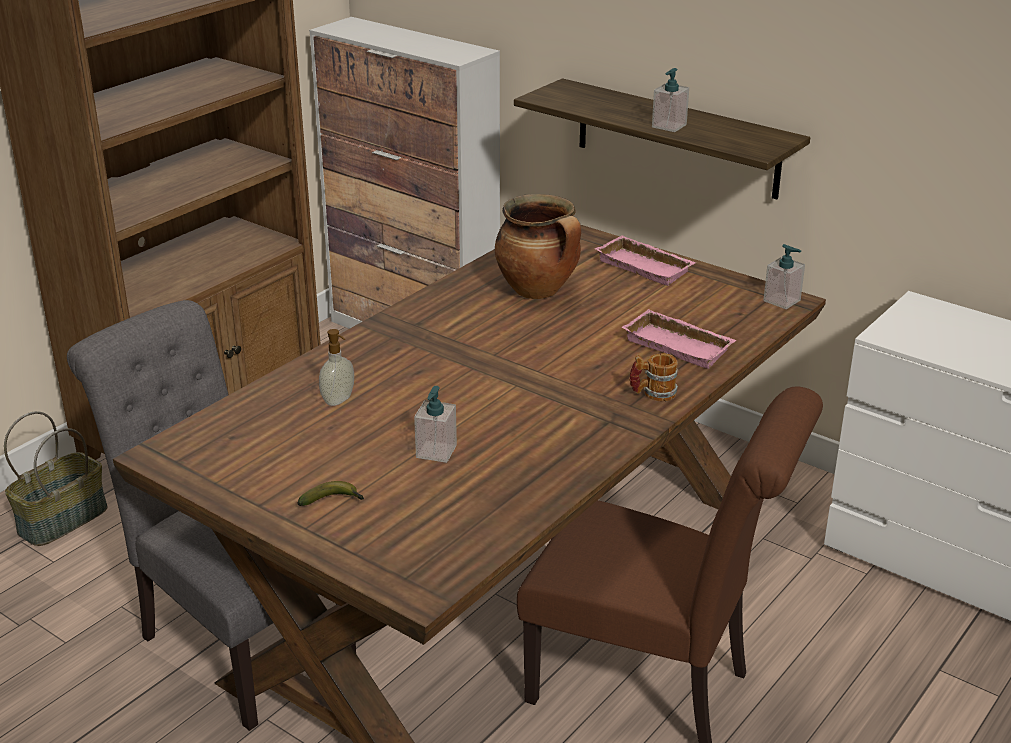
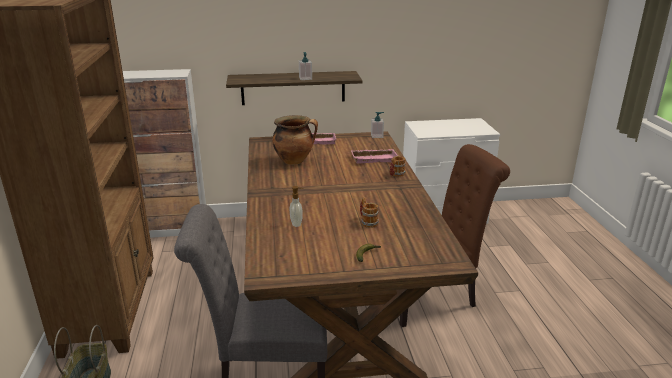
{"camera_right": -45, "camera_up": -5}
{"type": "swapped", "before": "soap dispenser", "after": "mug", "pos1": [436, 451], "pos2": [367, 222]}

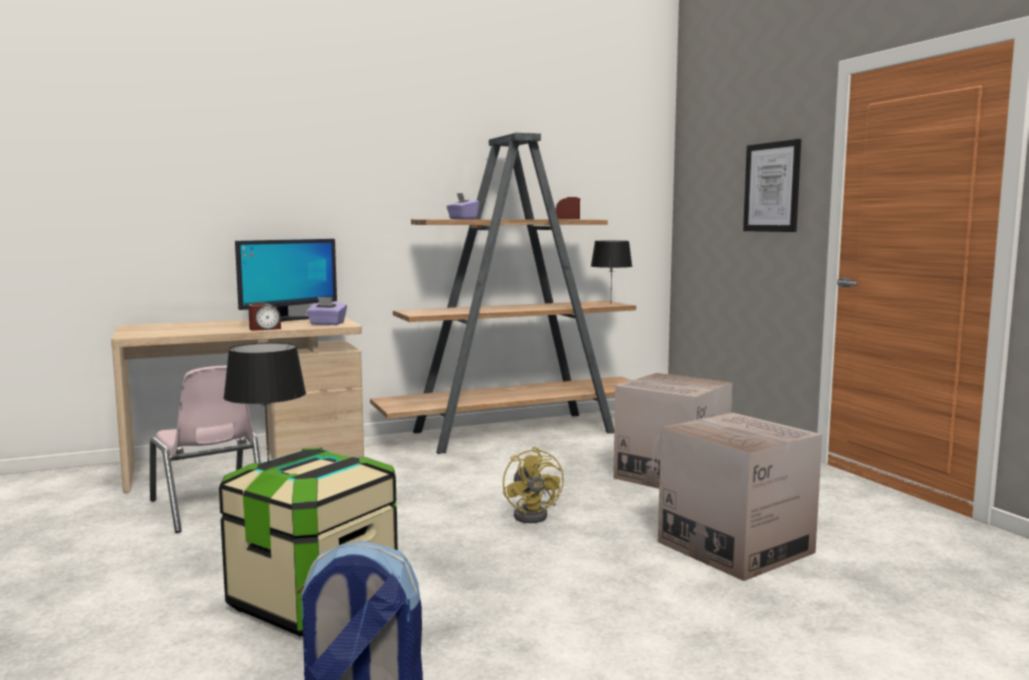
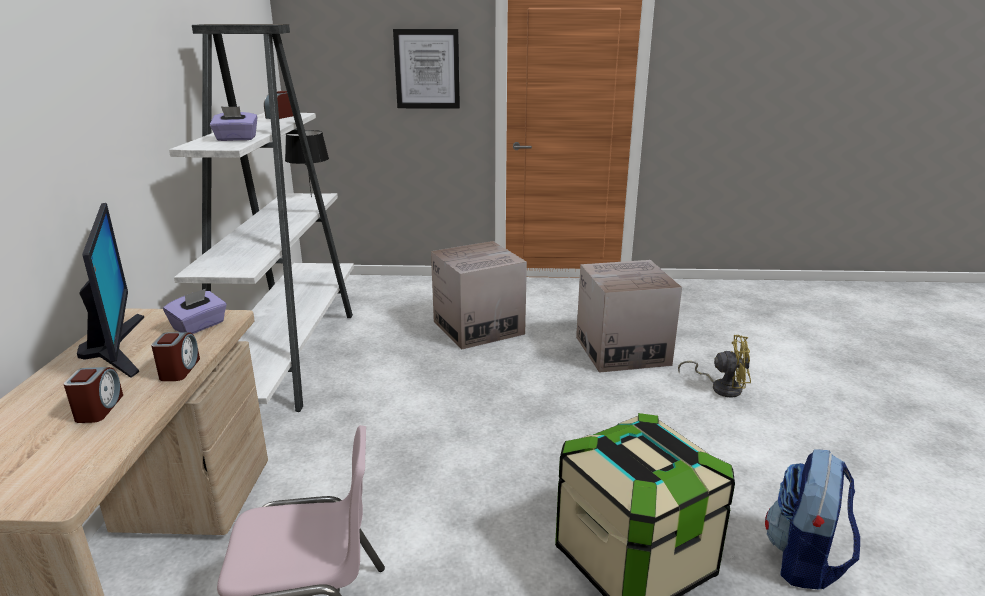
{"camera_right": -65, "camera_up": 15}
{"type": "repainted", "before": "bookcase (brown)", "after": "bookcase (white)", "pos1": [516, 432], "pos2": [287, 354]}
{"type": "gone", "before": "table lamp (black)", "pos1": [267, 464]}
{"type": "shifted", "before": "fan (yellow)", "pos1": [535, 515], "pos2": [721, 387]}
{"type": "new", "after": "alarm clock", "pos2": [99, 409]}

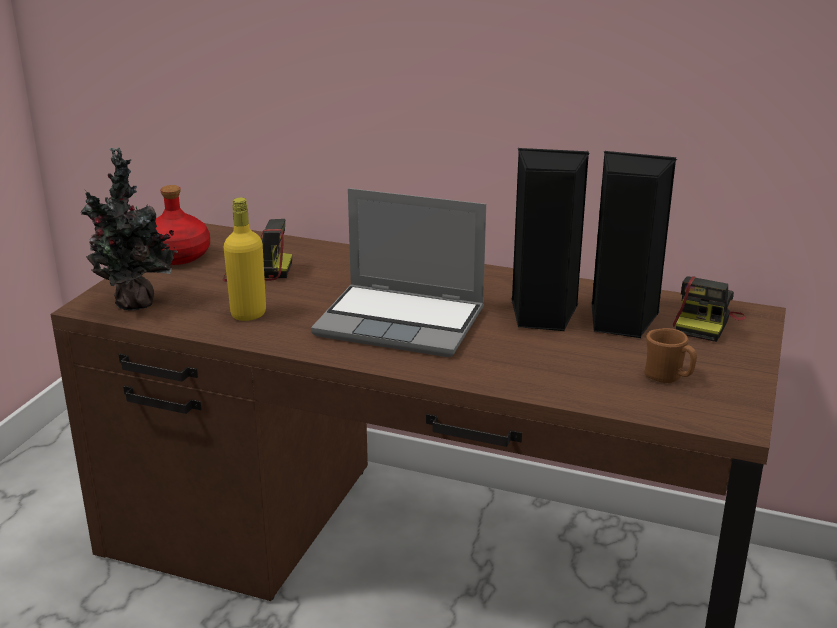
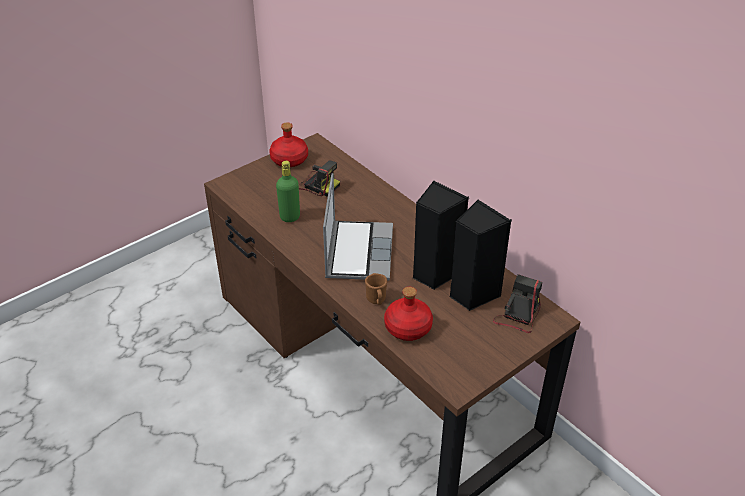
{"camera_right": 30, "camera_up": 15}
{"type": "gone", "before": "potted plant", "pos1": [136, 305]}
{"type": "rotated", "before": "laptop", "pos1": [403, 322], "pos2": [358, 251], "turn": -135}
{"type": "repainted", "before": "bottle (yellow)", "after": "bottle (green)", "pos1": [248, 314], "pos2": [290, 217]}
{"type": "rotated", "before": "photo camera", "pos1": [705, 323], "pos2": [518, 315], "turn": 150}
{"type": "shifted", "before": "mug (brown)", "pos1": [668, 378], "pos2": [376, 300]}
{"type": "new", "after": "bottle (red)", "pos2": [408, 327]}

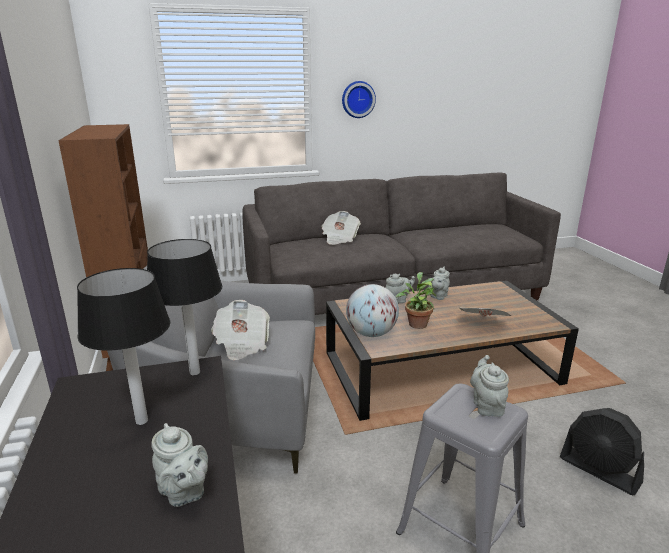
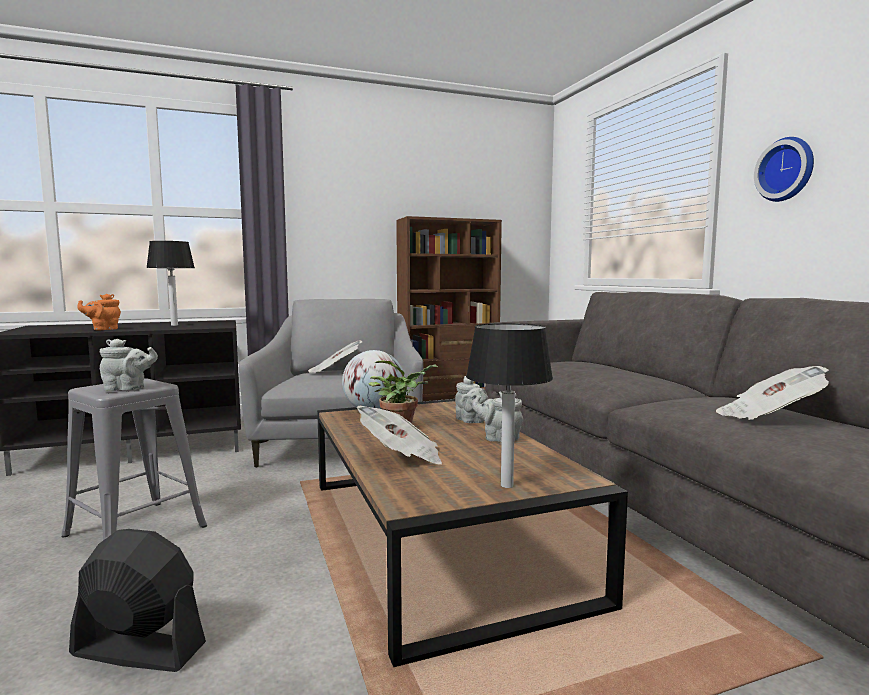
{"camera_right": 85, "camera_up": -15}
{"type": "shifted", "before": "newspaper", "pos1": [339, 238], "pos2": [768, 417]}
{"type": "shifted", "before": "table lamp", "pos1": [195, 372], "pos2": [506, 485]}
{"type": "rotated", "before": "fan (black)", "pos1": [599, 470], "pos2": [138, 649], "turn": 60}
{"type": "repainted", "before": "teapot (grey)", "after": "teapot (orange)", "pos1": [183, 493], "pos2": [103, 329]}

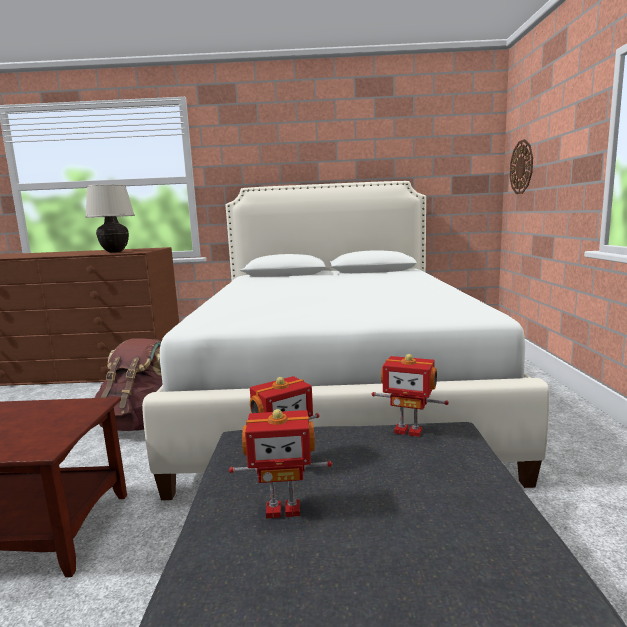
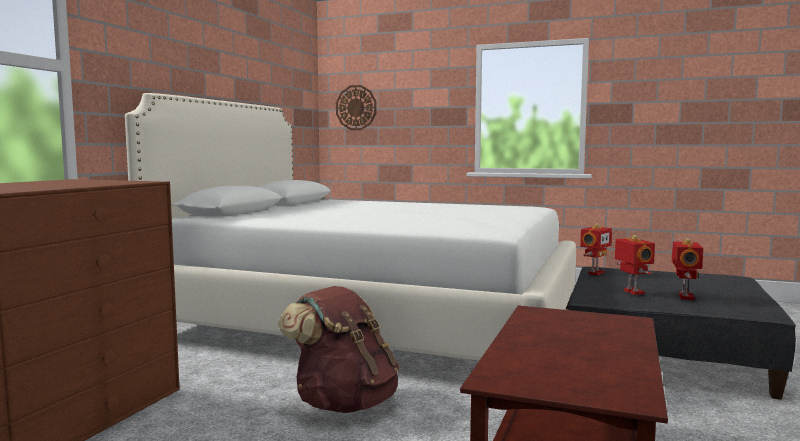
{"camera_right": -70, "camera_up": -5}
{"type": "gone", "before": "table lamp (beige)", "pos1": [115, 252]}

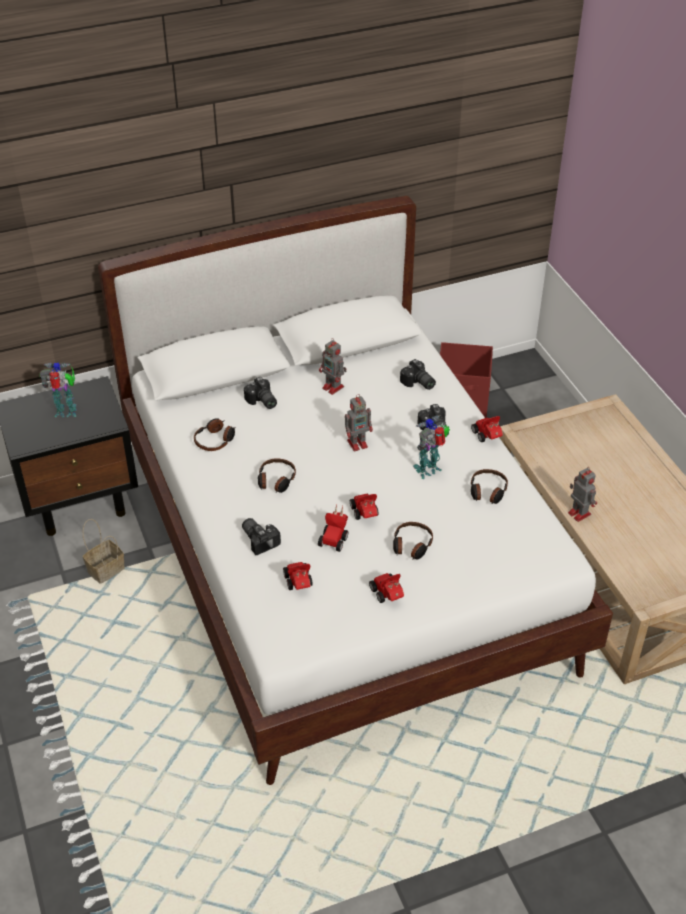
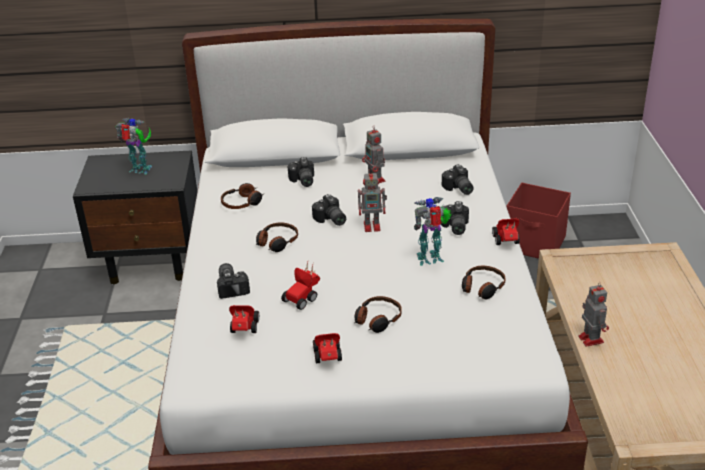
{"camera_right": 20, "camera_up": -10}
{"type": "gone", "before": "toy car", "pos1": [365, 514]}
{"type": "gone", "before": "basket", "pos1": [106, 569]}
{"type": "new", "after": "photo camera", "pos2": [330, 220]}

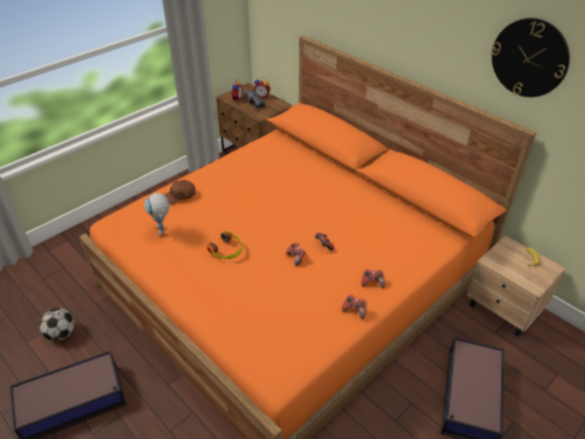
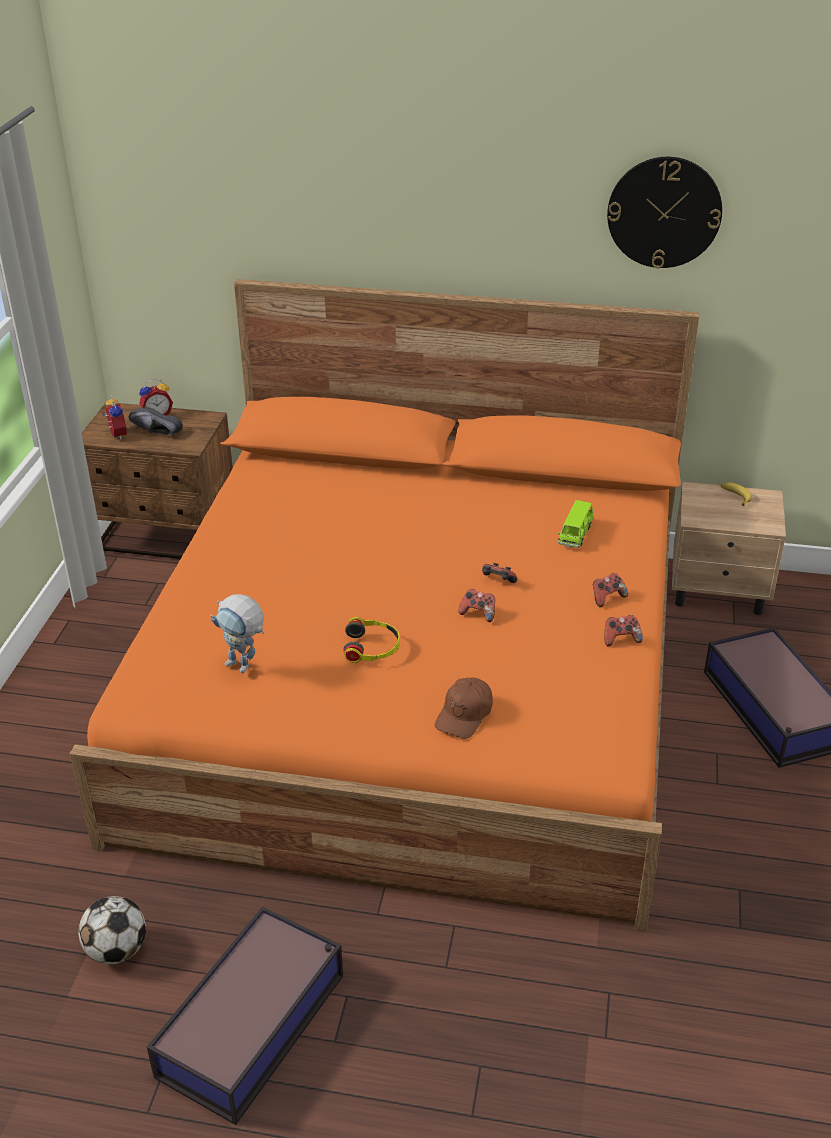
{"camera_right": -35, "camera_up": -5}
{"type": "shifted", "before": "cap (brown)", "pos1": [179, 196], "pos2": [465, 715]}
{"type": "new", "after": "toy car (green)", "pos2": [575, 535]}

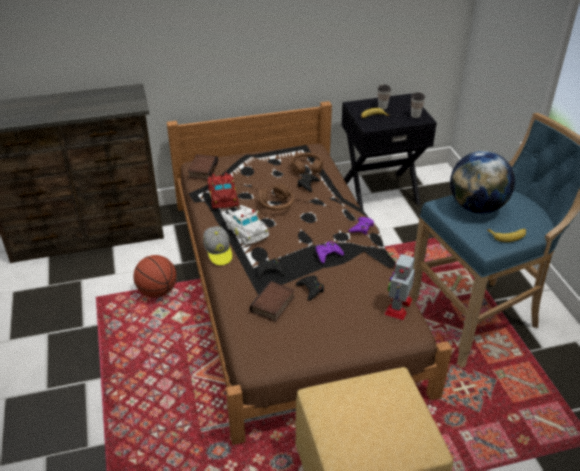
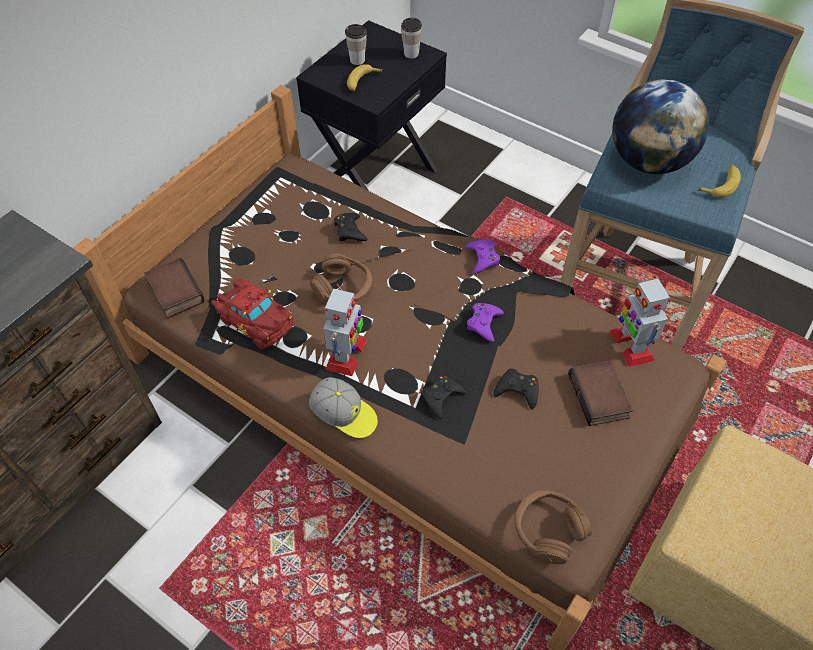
{"camera_right": -40, "camera_up": 15}
{"type": "shifted", "before": "headphones (brown)", "pos1": [306, 168], "pos2": [548, 529]}
{"type": "swapped", "before": "toy car (white)", "after": "toy robot", "pos1": [246, 230], "pos2": [346, 354]}
{"type": "gone", "before": "basketball", "pos1": [157, 291]}
{"type": "shifted", "before": "book", "pos1": [273, 305], "pos2": [600, 397]}

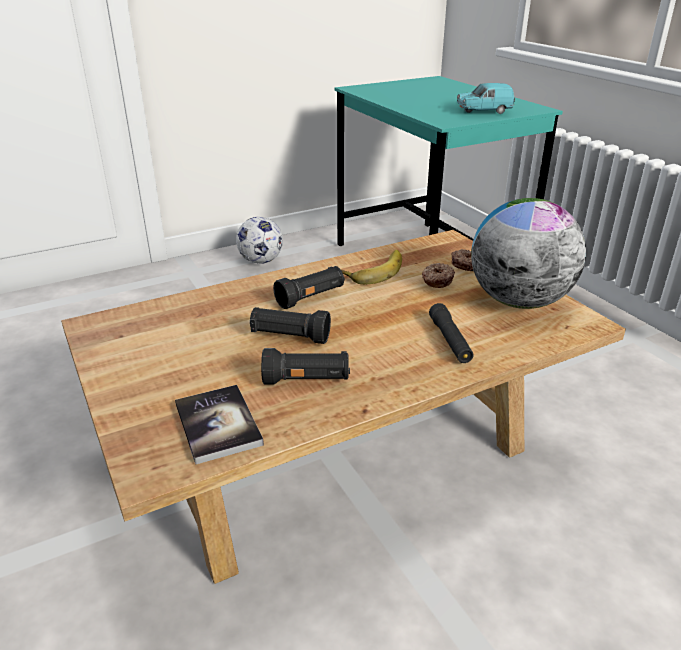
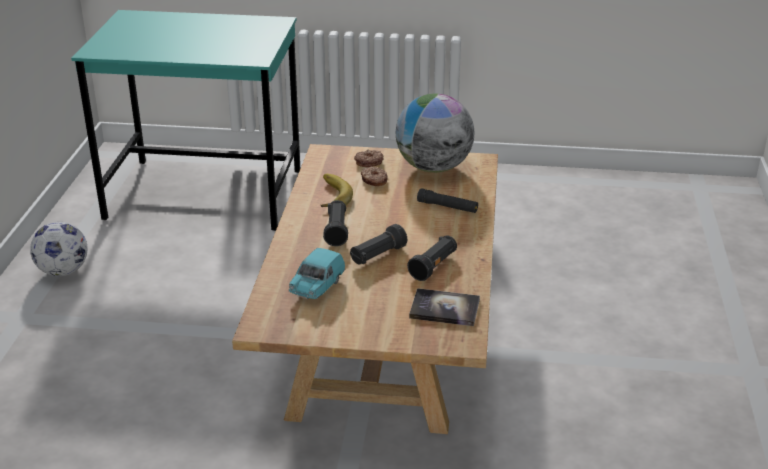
{"camera_right": -55, "camera_up": 0}
{"type": "shifted", "before": "toy car (turquoise)", "pos1": [483, 111], "pos2": [317, 287]}

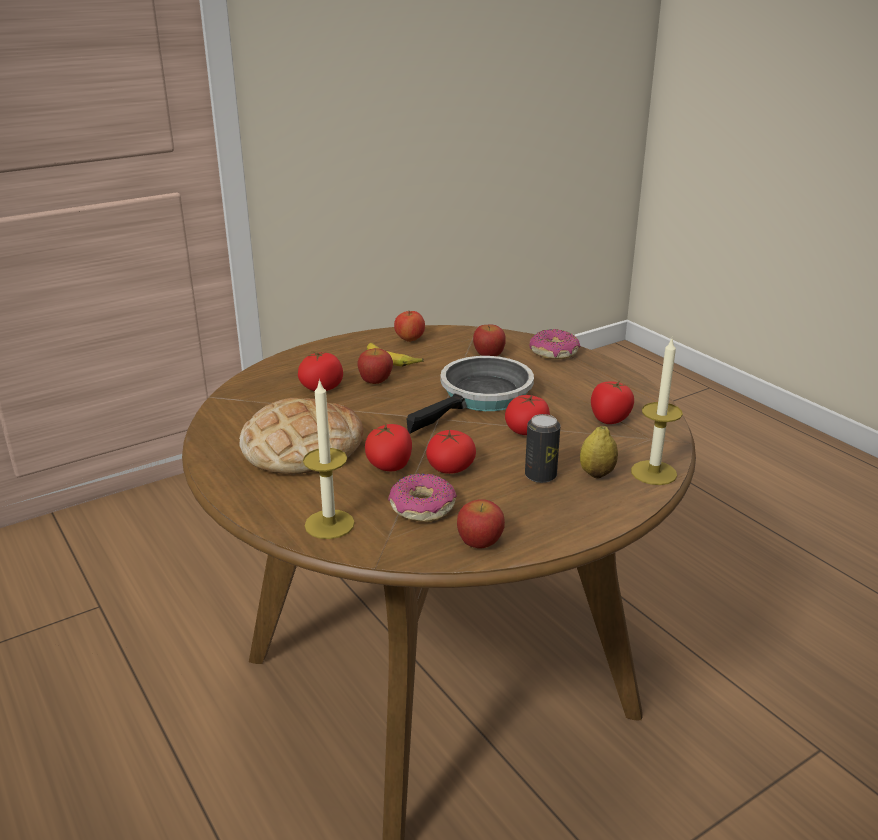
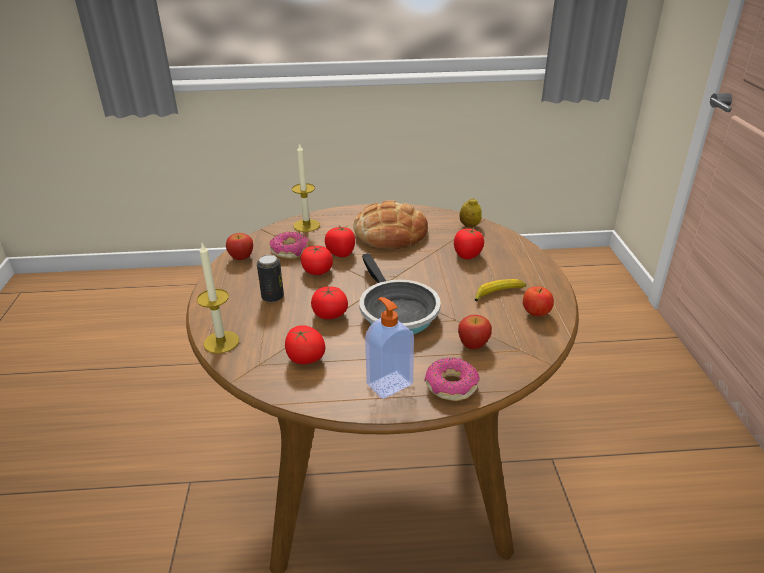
{"camera_right": 120, "camera_up": 5}
{"type": "gone", "before": "apple", "pos1": [375, 381]}
{"type": "shifted", "before": "lemon", "pos1": [597, 474], "pos2": [469, 225]}
{"type": "new", "after": "soap dispenser", "pos2": [388, 383]}

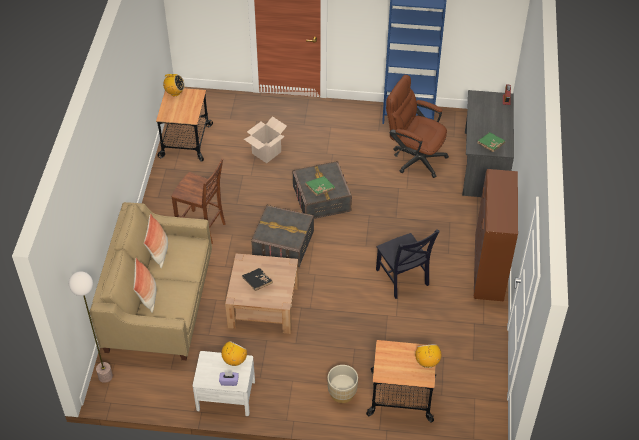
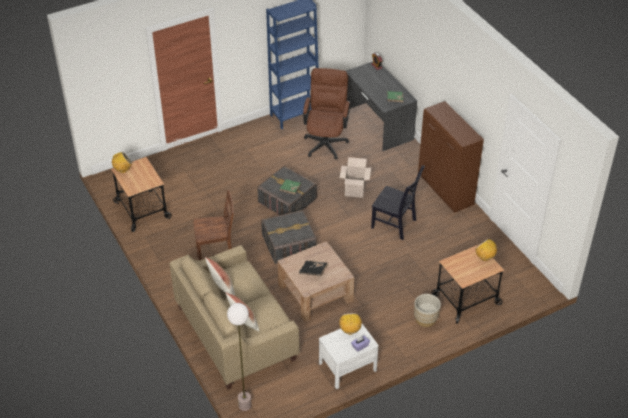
{"camera_right": -35, "camera_up": -5}
{"type": "rotated", "before": "office chair (brown)", "pos1": [414, 157], "pos2": [326, 141], "turn": 105}
{"type": "shifted", "before": "cardboard box", "pos1": [266, 153], "pos2": [354, 190]}

